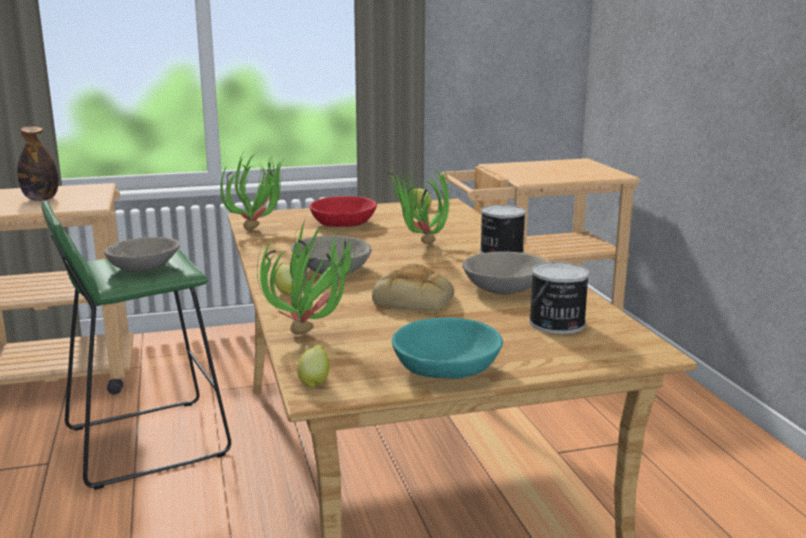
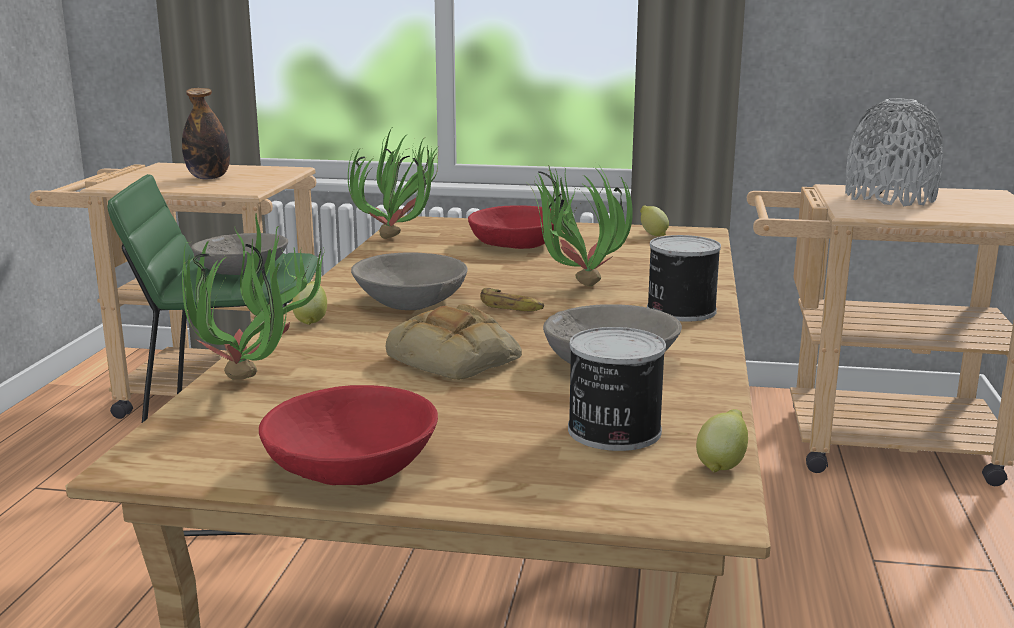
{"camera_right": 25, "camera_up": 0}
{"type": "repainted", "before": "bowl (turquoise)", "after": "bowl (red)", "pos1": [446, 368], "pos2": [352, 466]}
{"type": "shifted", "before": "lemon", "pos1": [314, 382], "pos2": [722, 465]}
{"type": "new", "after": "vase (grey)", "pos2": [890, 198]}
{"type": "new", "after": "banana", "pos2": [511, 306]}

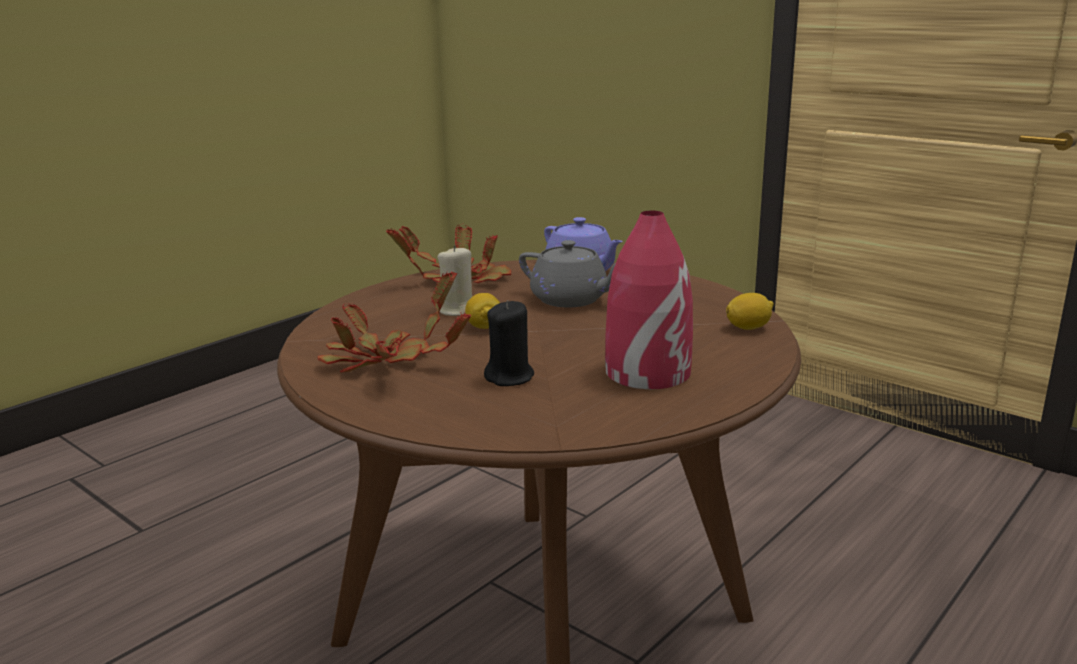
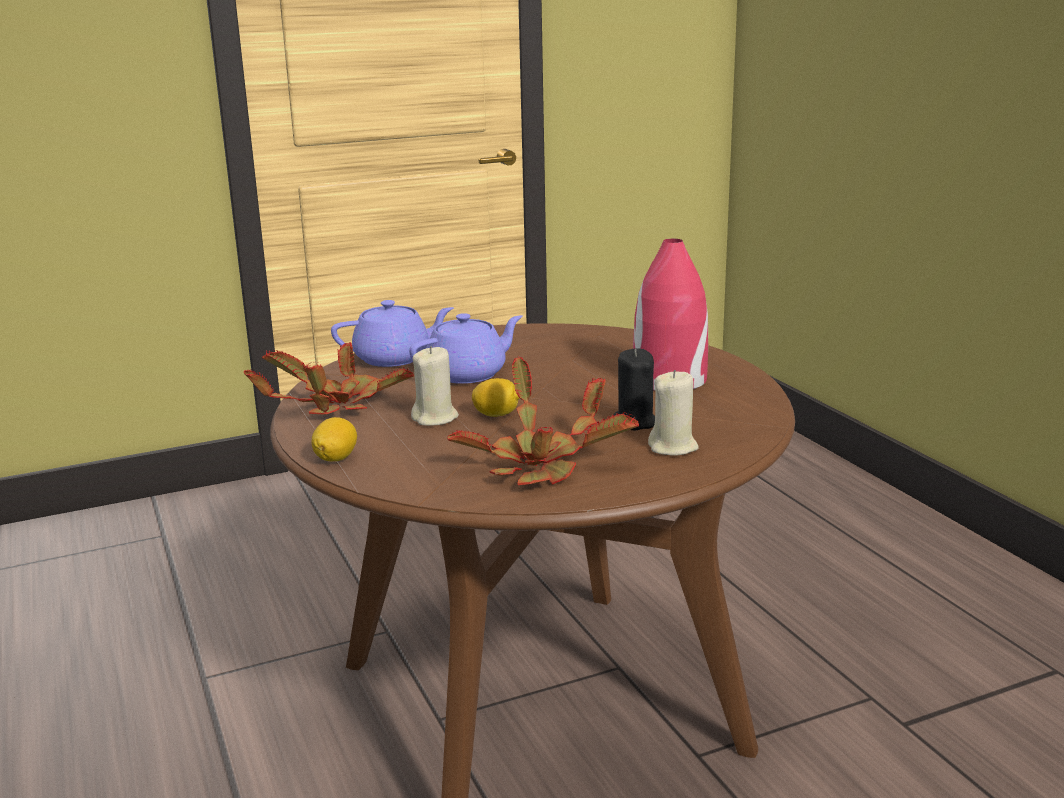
{"camera_right": -65, "camera_up": 0}
{"type": "repainted", "before": "teapot (grey)", "after": "teapot (purple)", "pos1": [571, 300], "pos2": [468, 374]}
{"type": "shifted", "before": "lemon", "pos1": [748, 328], "pos2": [336, 458]}
{"type": "new", "after": "candle (beige)", "pos2": [673, 447]}

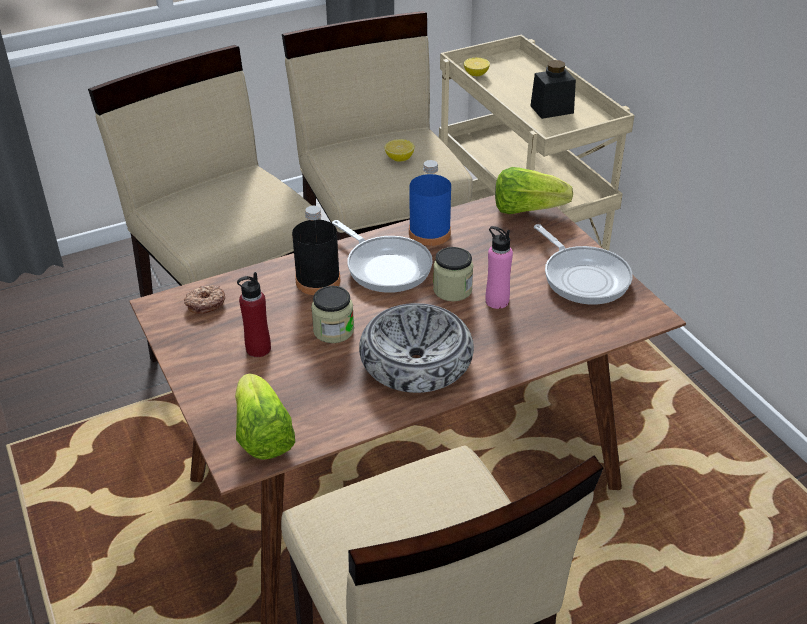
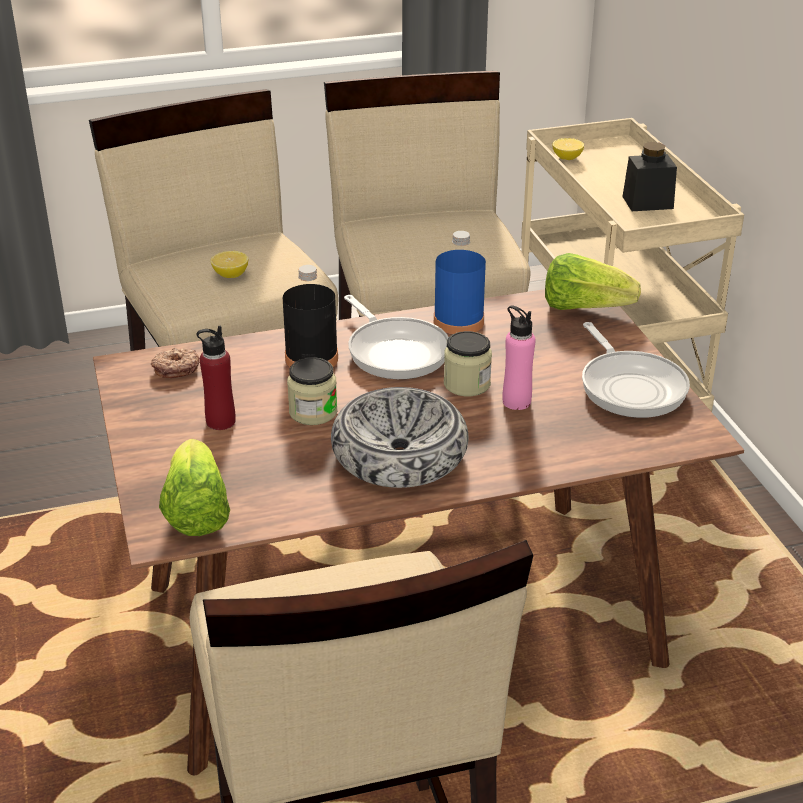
{"camera_right": 10, "camera_up": -5}
{"type": "shifted", "before": "lemon", "pos1": [399, 159], "pos2": [230, 275]}

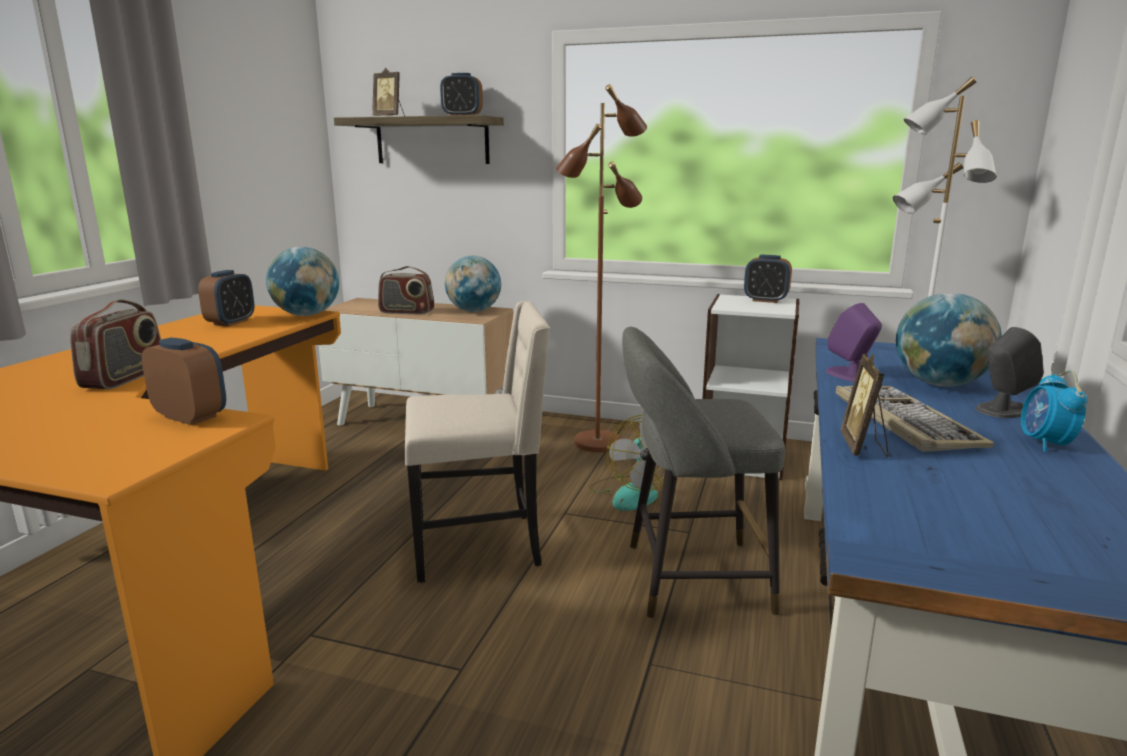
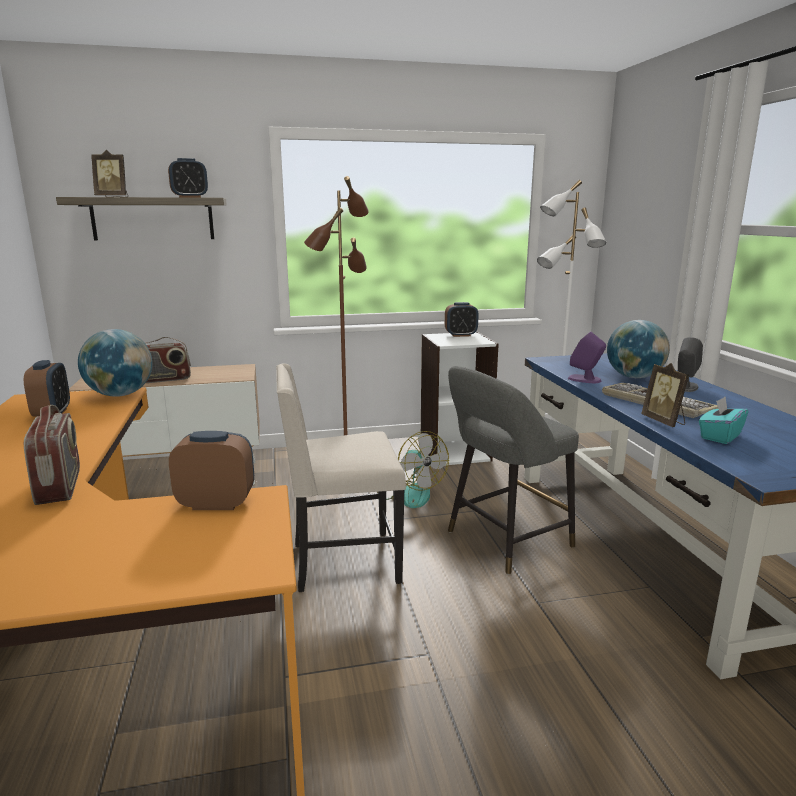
{"camera_right": -30, "camera_up": 0}
{"type": "gone", "before": "globe", "pos1": [473, 311]}
{"type": "rotated", "before": "chair (beige)", "pos1": [479, 545], "pos2": [342, 562], "turn": -150}
{"type": "gone", "before": "alarm clock", "pos1": [1045, 444]}
{"type": "new", "after": "tissue box (turquoise)", "pos2": [719, 436]}

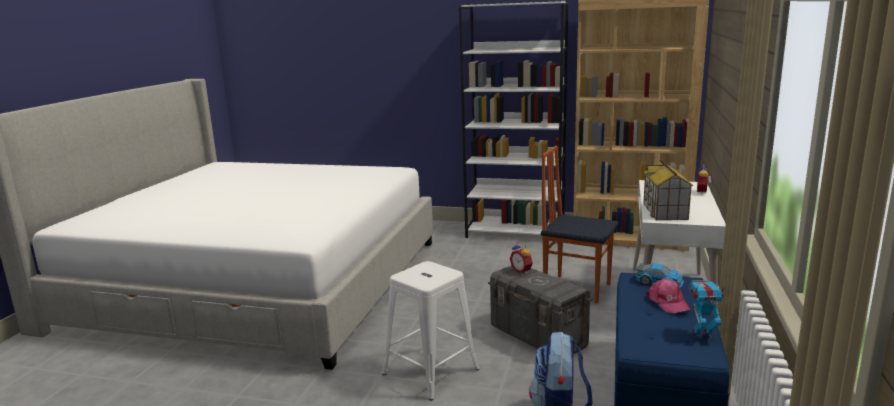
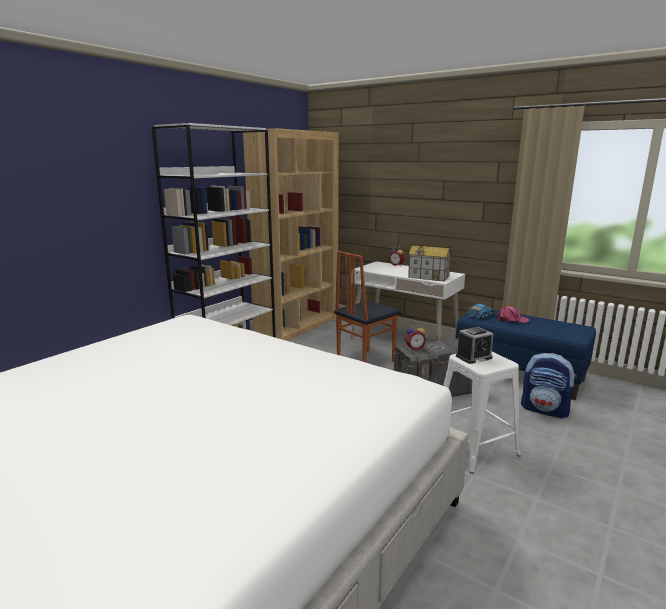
{"camera_right": -70, "camera_up": 0}
{"type": "gone", "before": "toy robot", "pos1": [702, 334]}
{"type": "new", "after": "alarm clock", "pos2": [473, 357]}

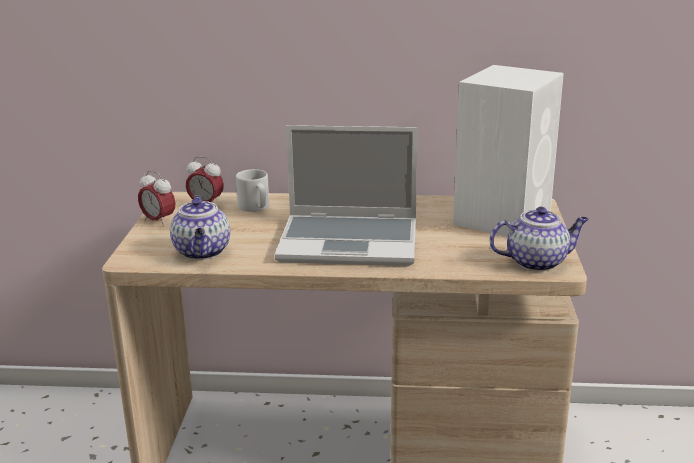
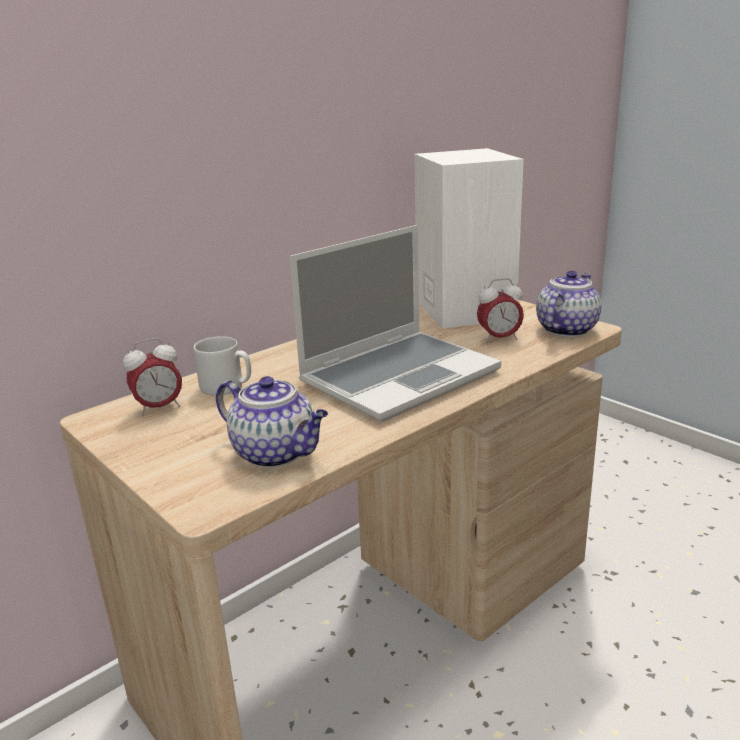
{"camera_right": -45, "camera_up": 0}
{"type": "shifted", "before": "alarm clock", "pos1": [158, 221], "pos2": [499, 339]}

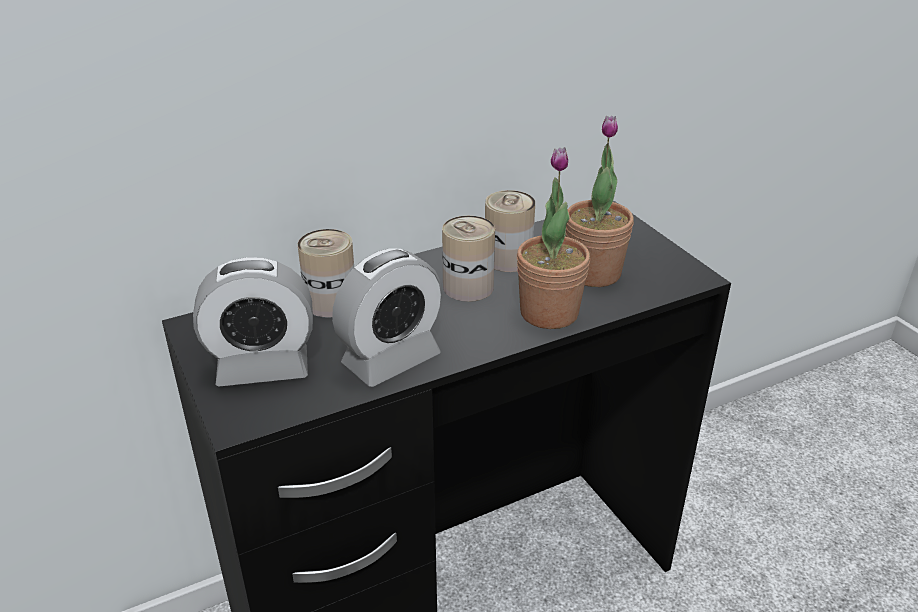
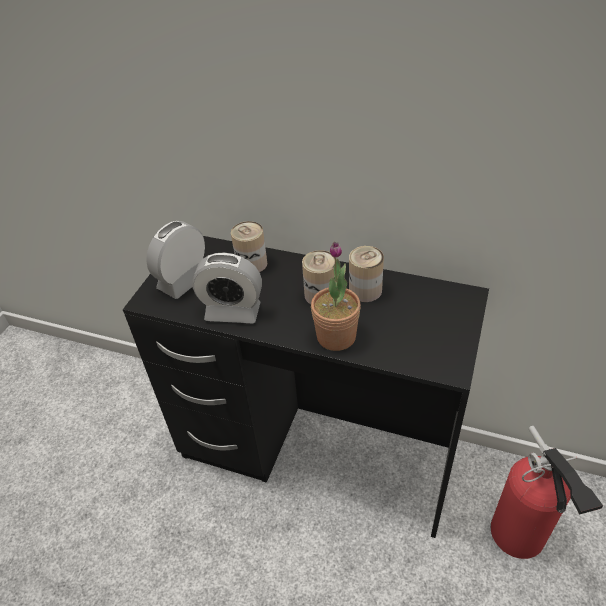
{"camera_right": 50, "camera_up": 10}
{"type": "gone", "before": "potted plant", "pos1": [593, 273]}
{"type": "rotated", "before": "alarm clock", "pos1": [263, 368], "pos2": [184, 281], "turn": 90}
{"type": "new", "after": "fire extinguisher", "pos2": [520, 538]}

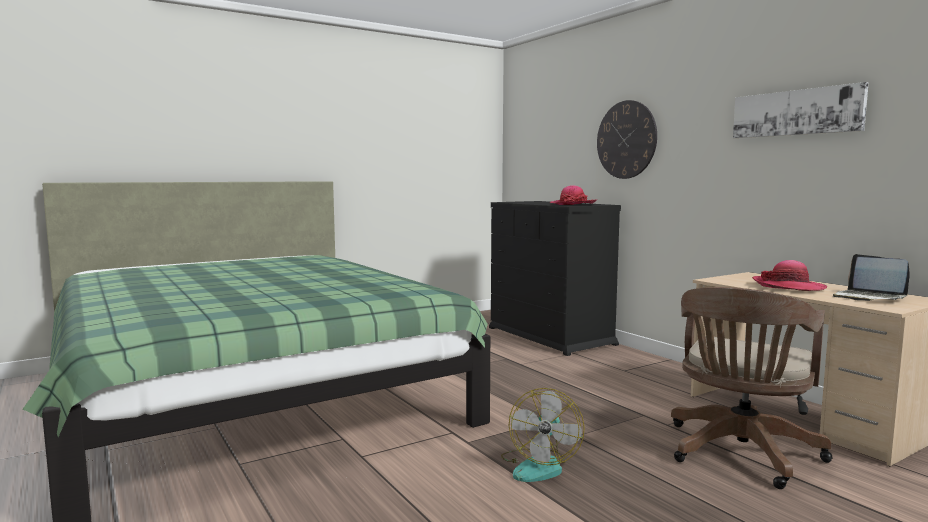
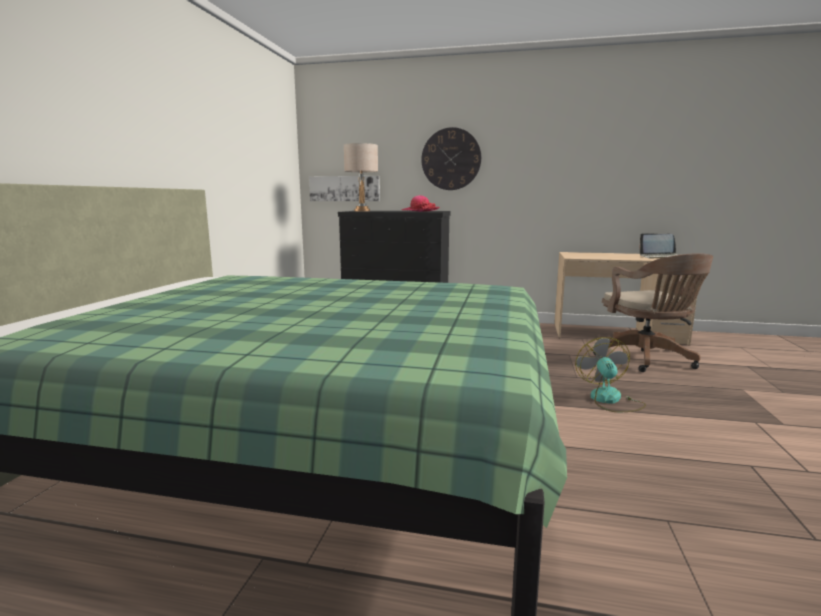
{"camera_right": -45, "camera_up": 5}
{"type": "shifted", "before": "picture", "pos1": [796, 112], "pos2": [344, 188]}
{"type": "gone", "before": "hat", "pos1": [788, 287]}
{"type": "rotated", "before": "fan", "pos1": [539, 466], "pos2": [610, 400], "turn": -150}
{"type": "new", "after": "table lamp (beige)", "pos2": [362, 211]}

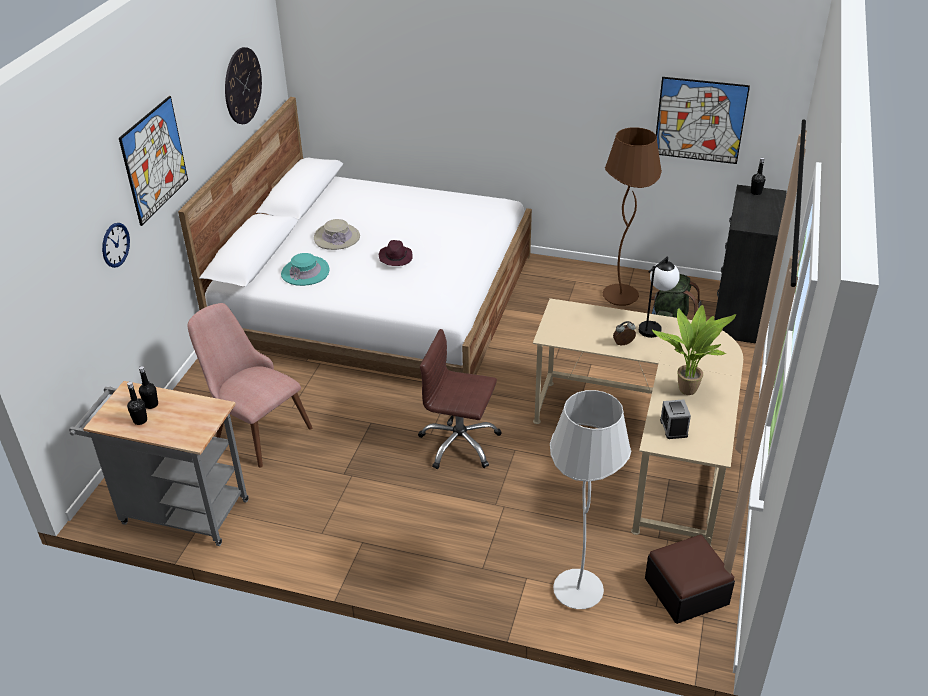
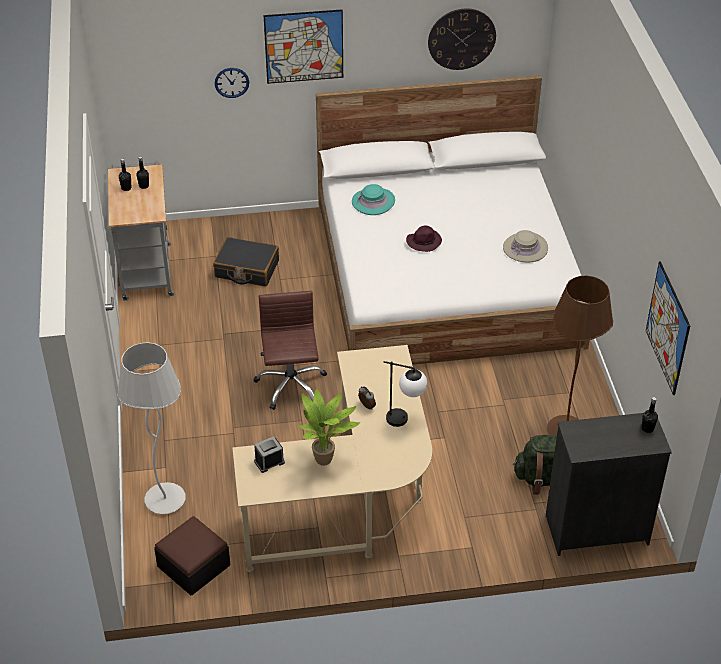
{"camera_right": 65, "camera_up": 5}
{"type": "shifted", "before": "hat (beige)", "pos1": [337, 237], "pos2": [525, 248]}
{"type": "swapped", "before": "chair (pink)", "after": "suitcase (black)", "pos1": [255, 428], "pos2": [246, 269]}

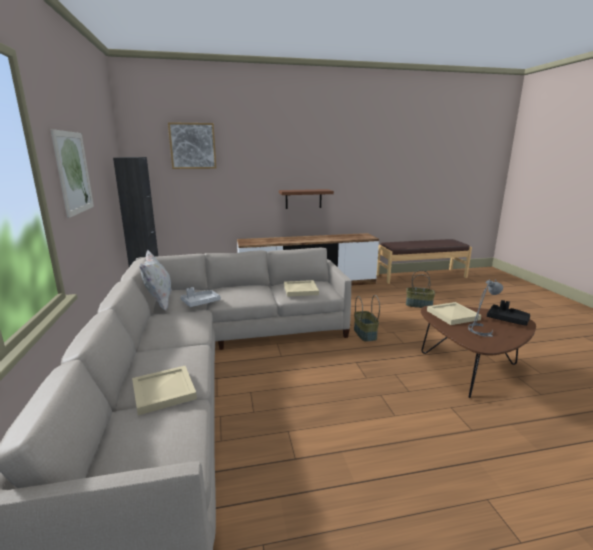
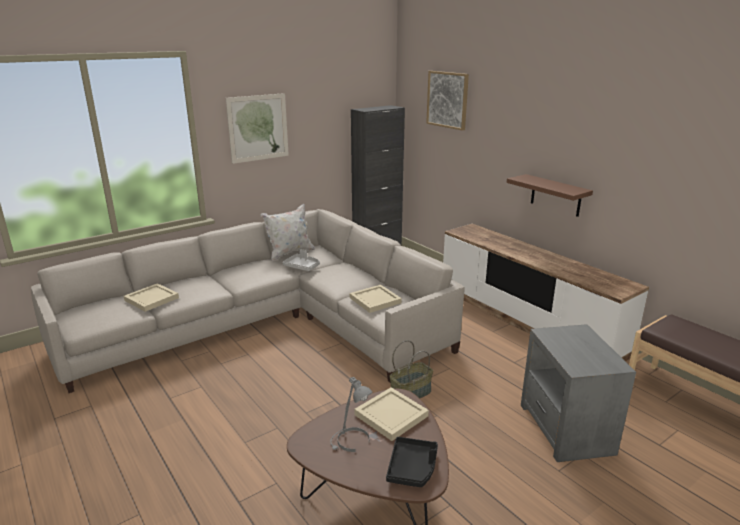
{"camera_right": 65, "camera_up": 5}
{"type": "swapped", "before": "basket", "after": "side table (grey)", "pos1": [419, 305], "pos2": [565, 429]}

